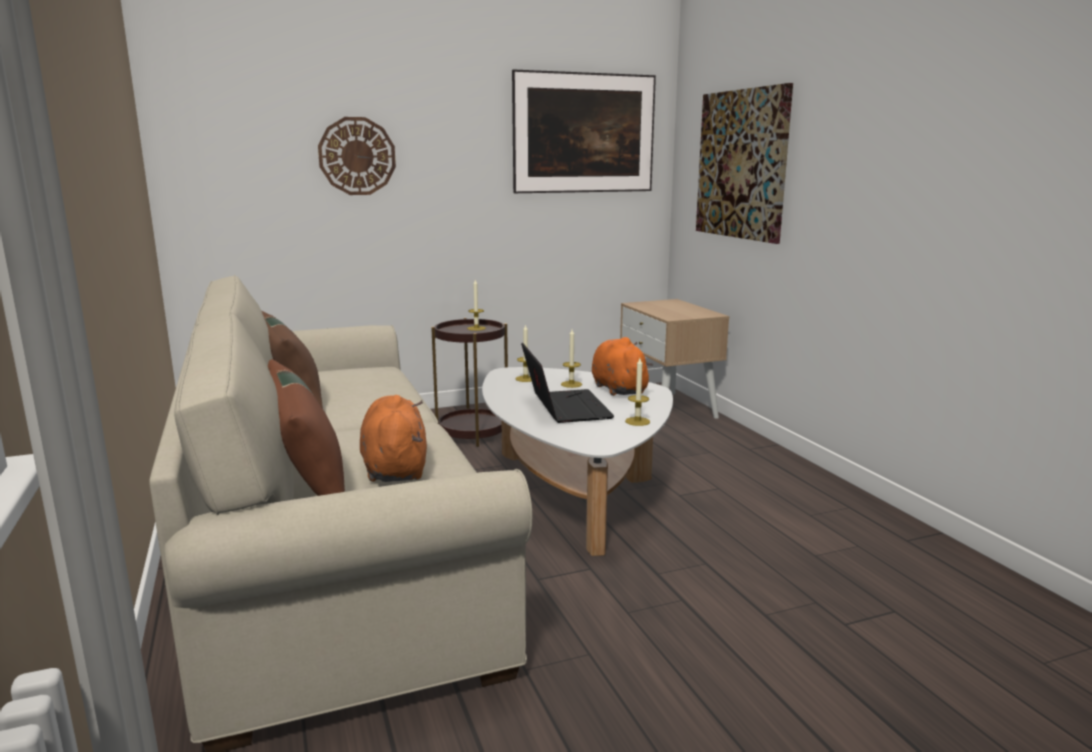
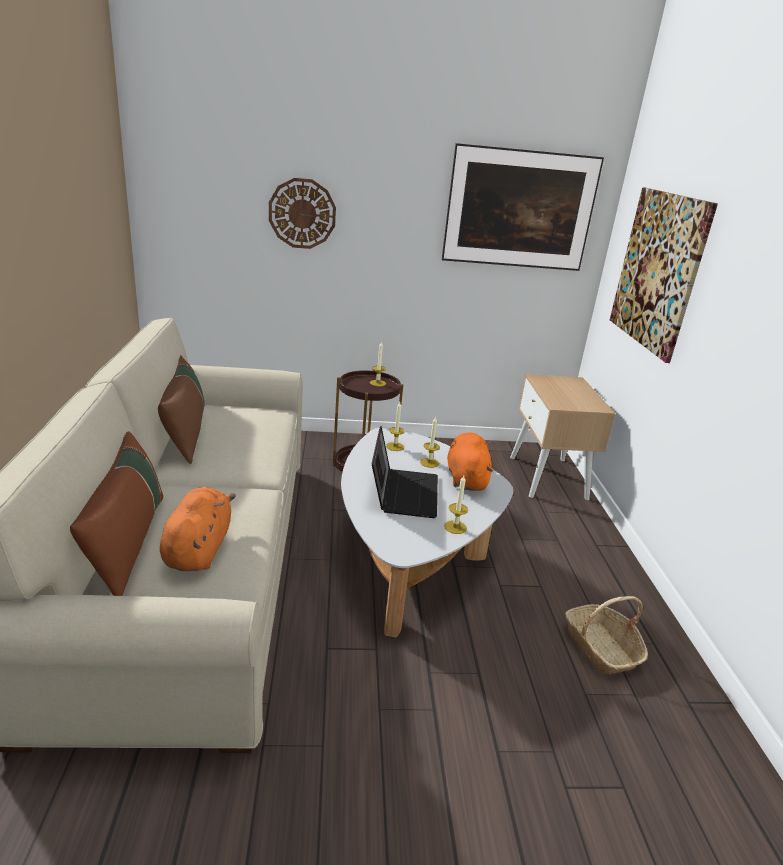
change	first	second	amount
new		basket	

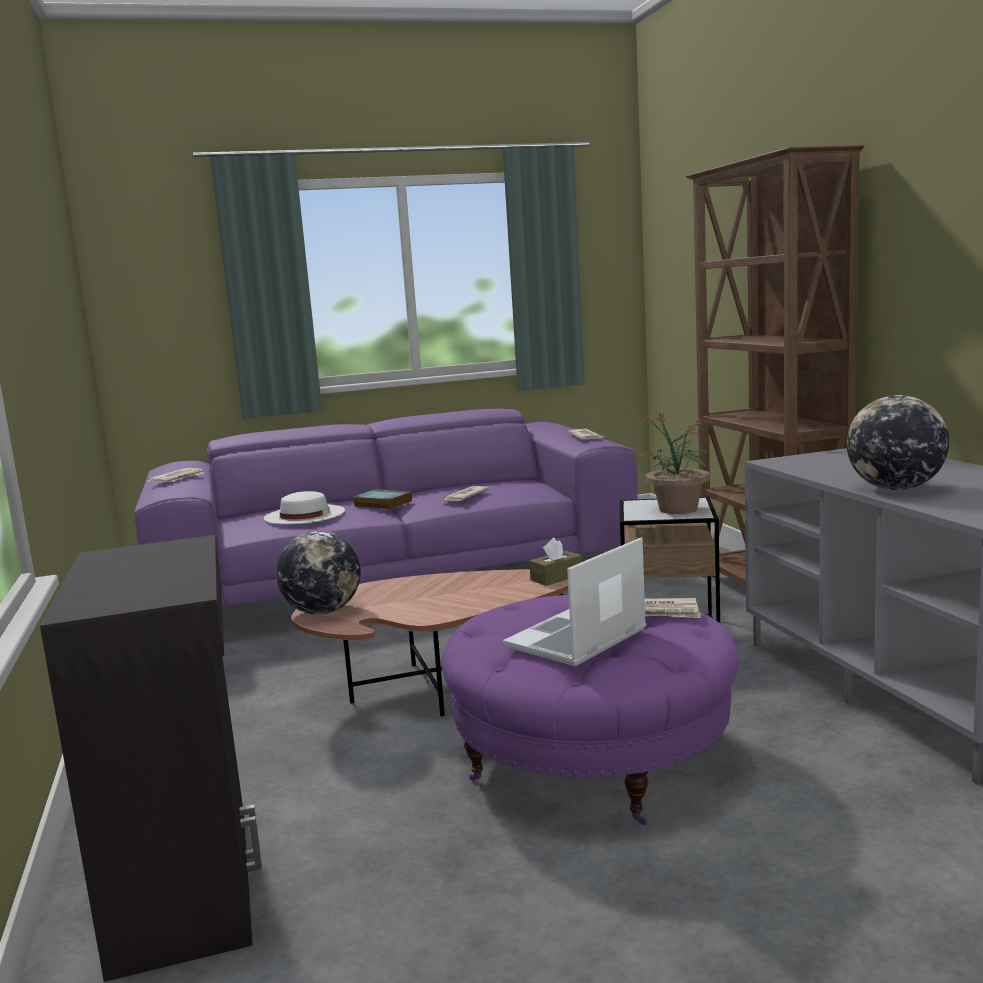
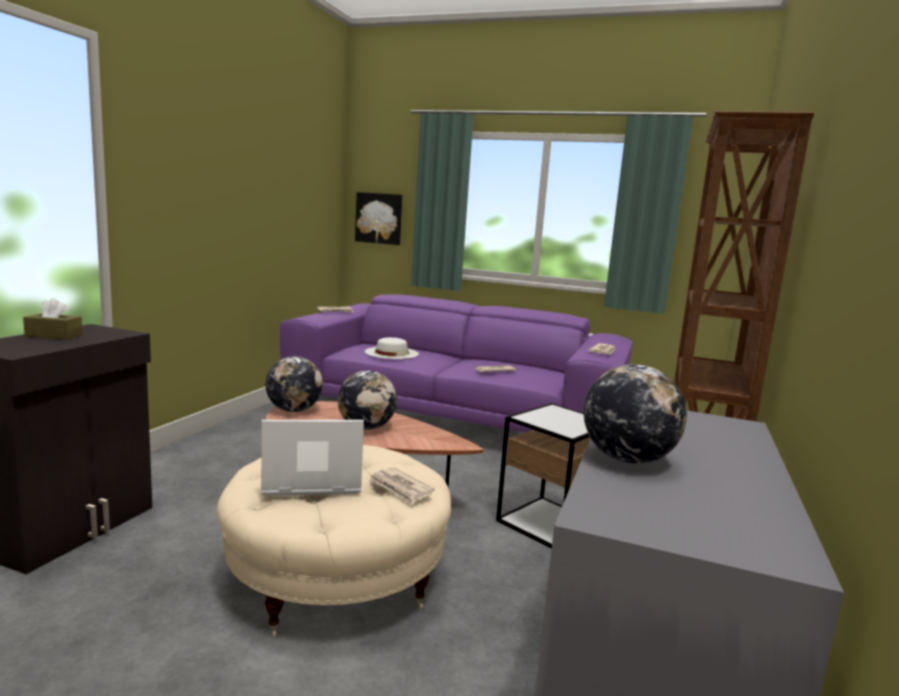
change	first	second	amount
gone	bound book		
gone	potted plant		
new		world globe (no. 2 from left)	
new		wall picture	
shifted	box of tissues (brownish)		
repainted	pouffe (purplish)	pouffe (beige-coloured)	

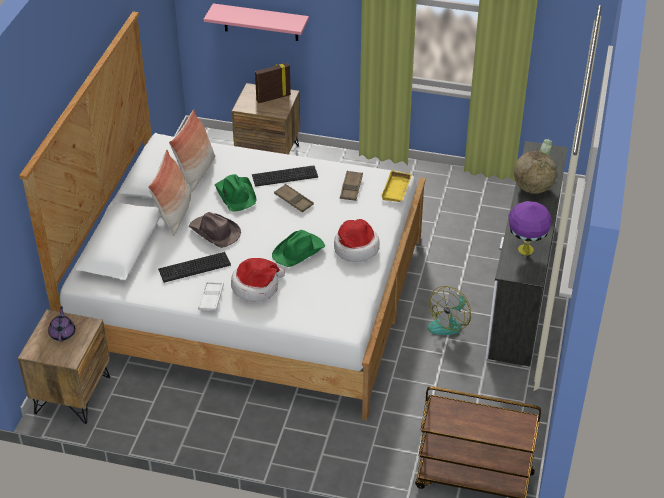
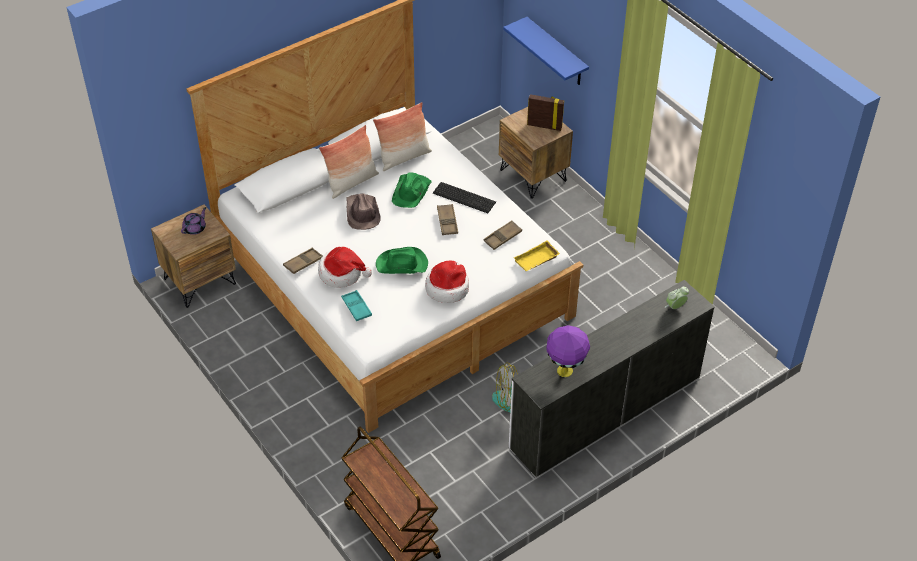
change	first	second	amount
gone	PC keyboard (no. 1 from left)		
gone	world globe		
new		serving tray (turquoise-coloured)	
repainted	serving tray (white-coloured)	serving tray (brownish) (no. 1 from left)	
repainted	shelf (pink)	shelf (blue)	

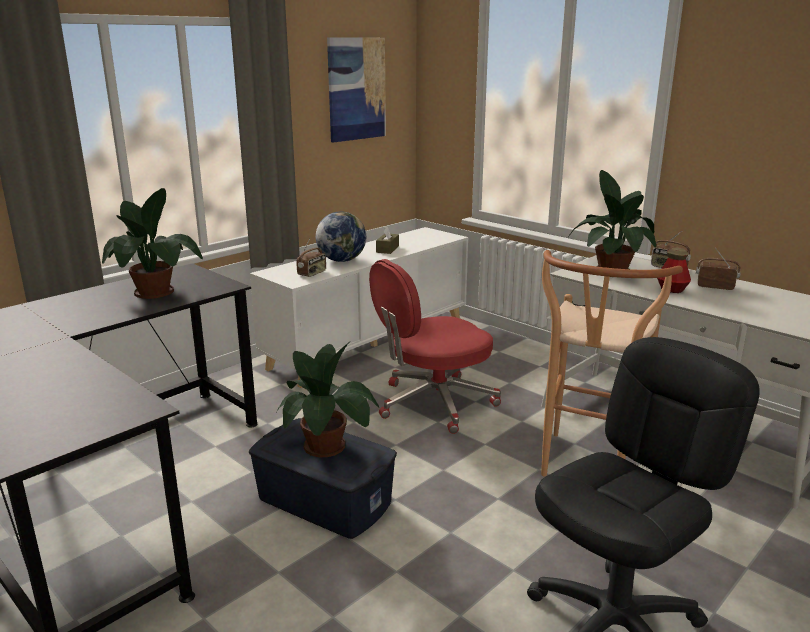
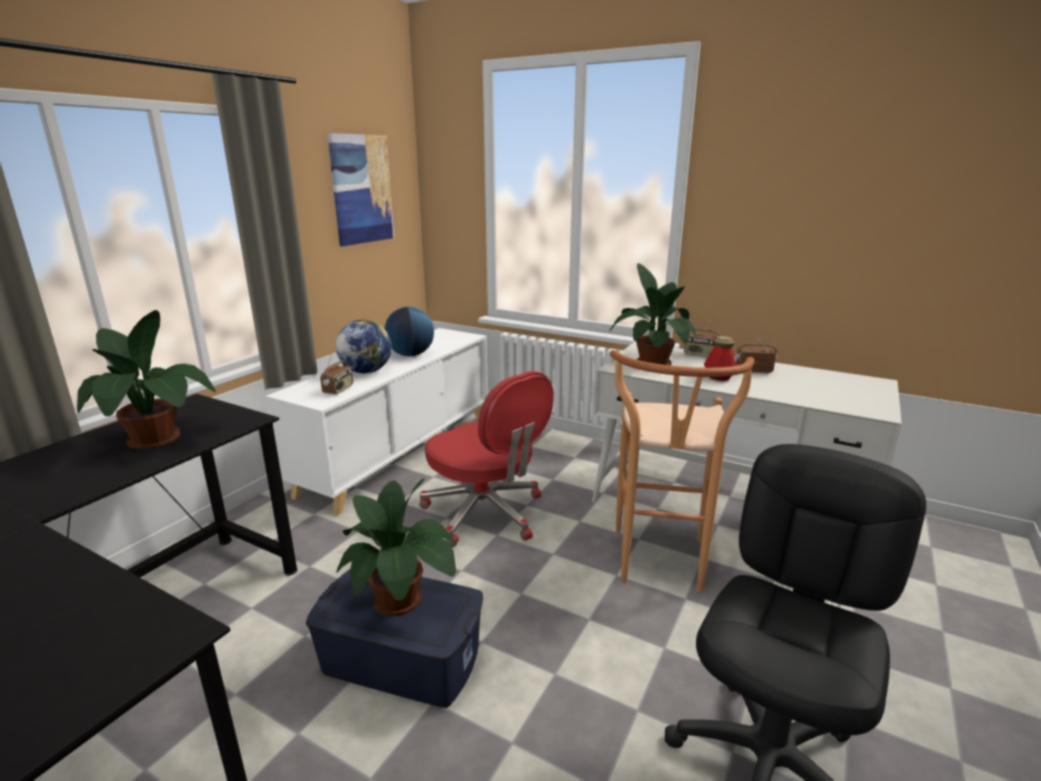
change	first	second	amount
swapped	box of tissues (brownish)	world globe (no. 2 from left)	
rotated	computer chair (red-coloured)		90 degrees counterclockwise

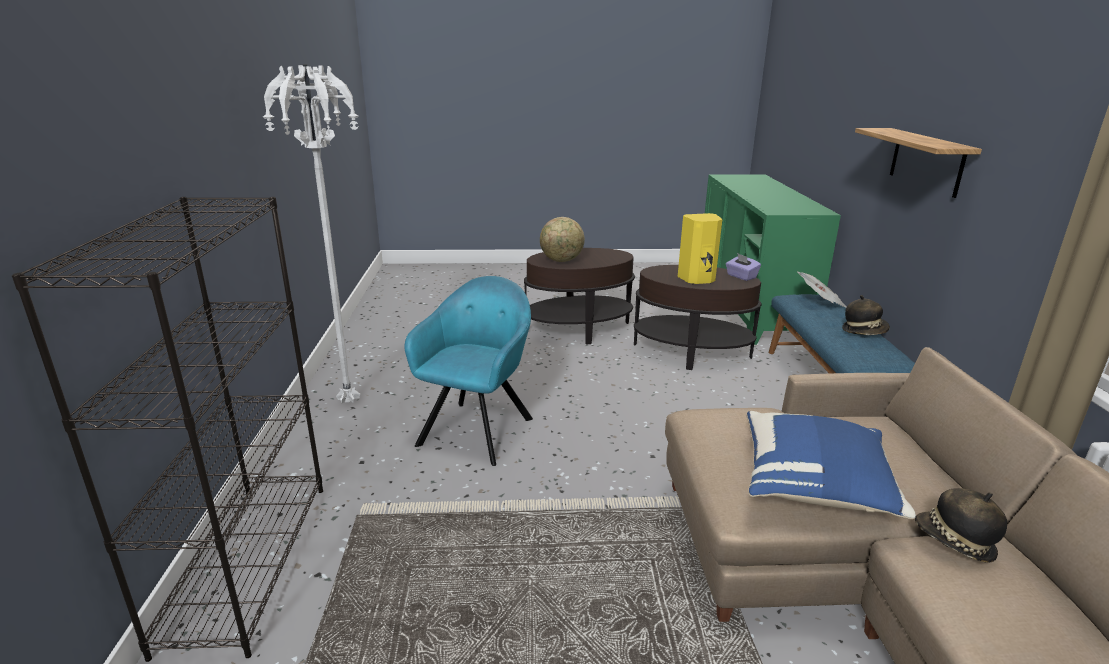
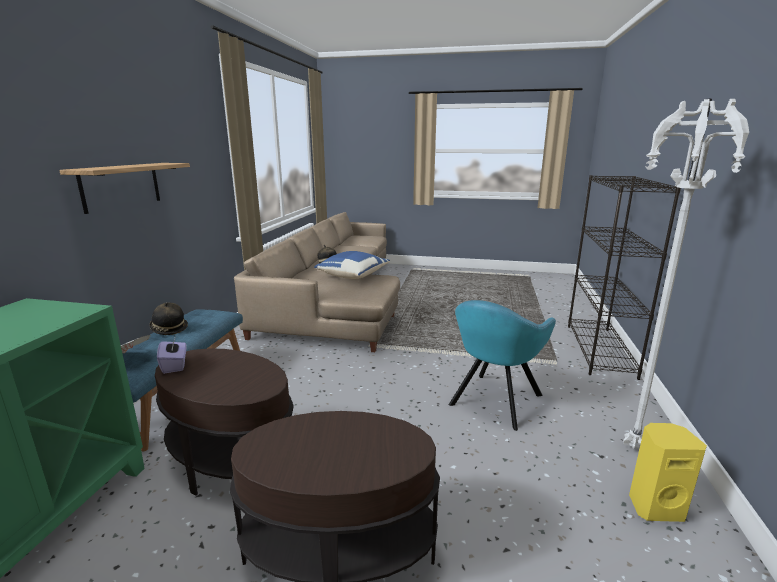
change	first	second	amount
gone	world globe		
shifted	audio speaker (yellow-coloured)		

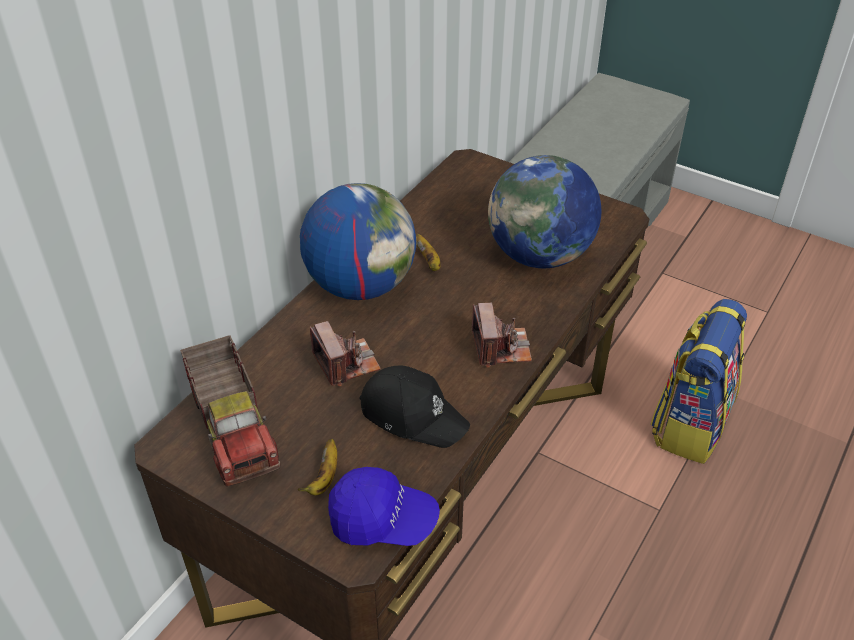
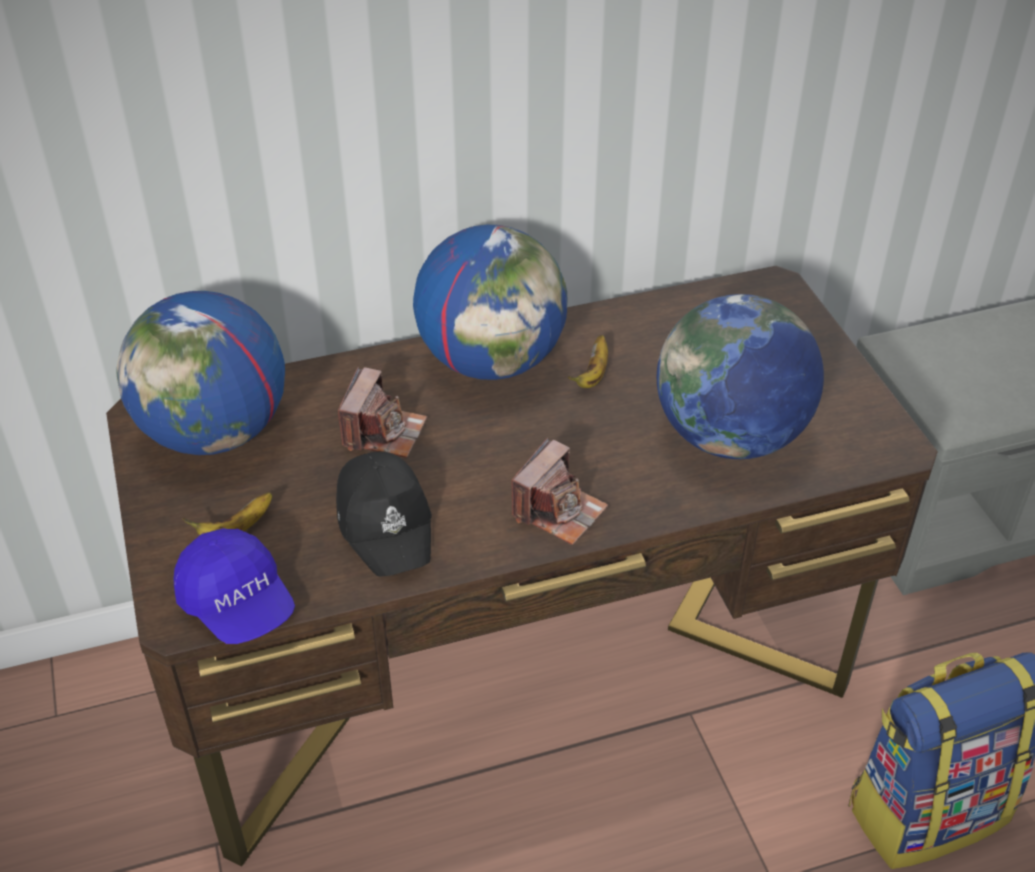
change	first	second	amount
swapped	toy truck	world globe (no. 1 from left)	

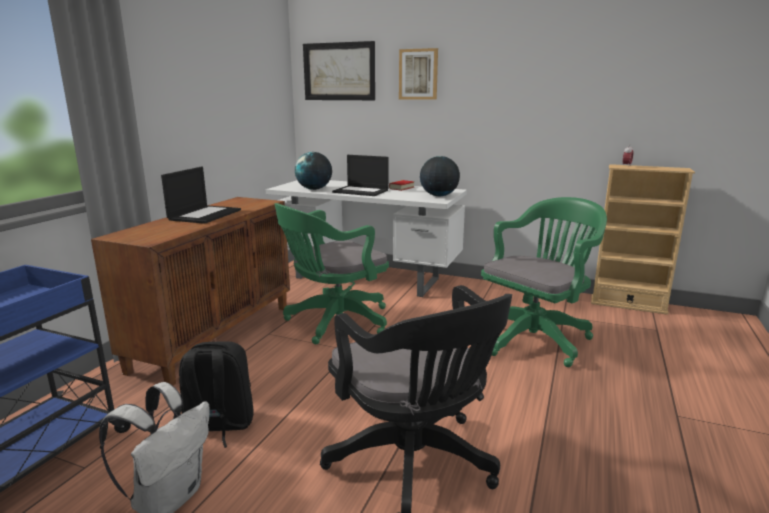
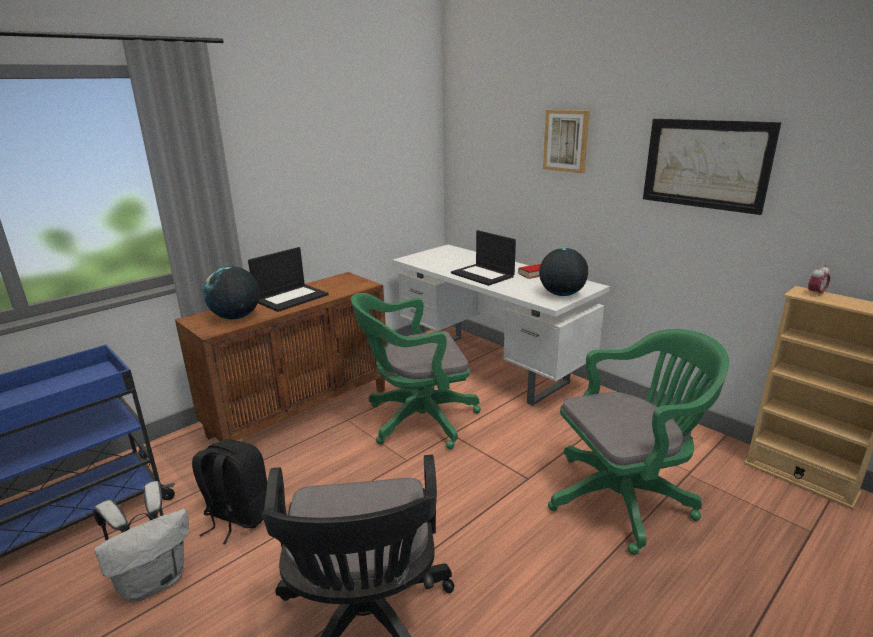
change	first	second	amount
shifted	world globe (no. 1 from left)		
shifted	wall picture (no. 1 from left in the first image)	wall picture (no. 2 from left)	

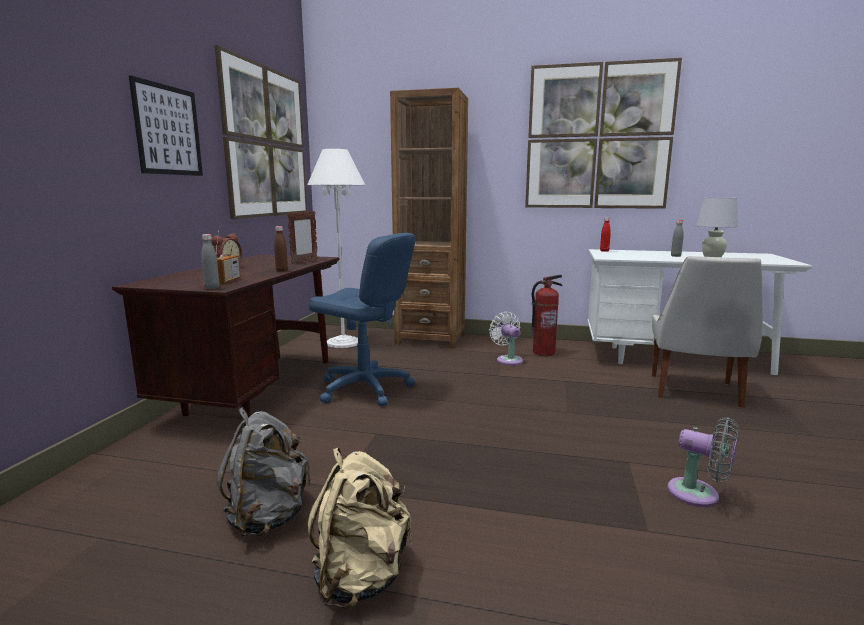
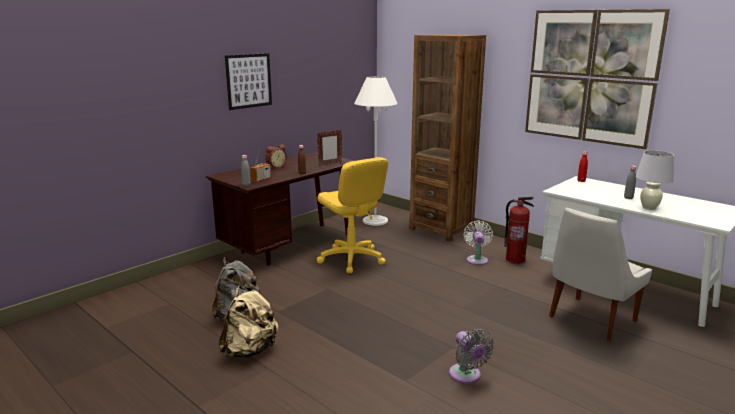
change	first	second	amount
gone	wall picture (no. 2 from left)		
repainted	computer chair (blue)	computer chair (yellow-coloured)	

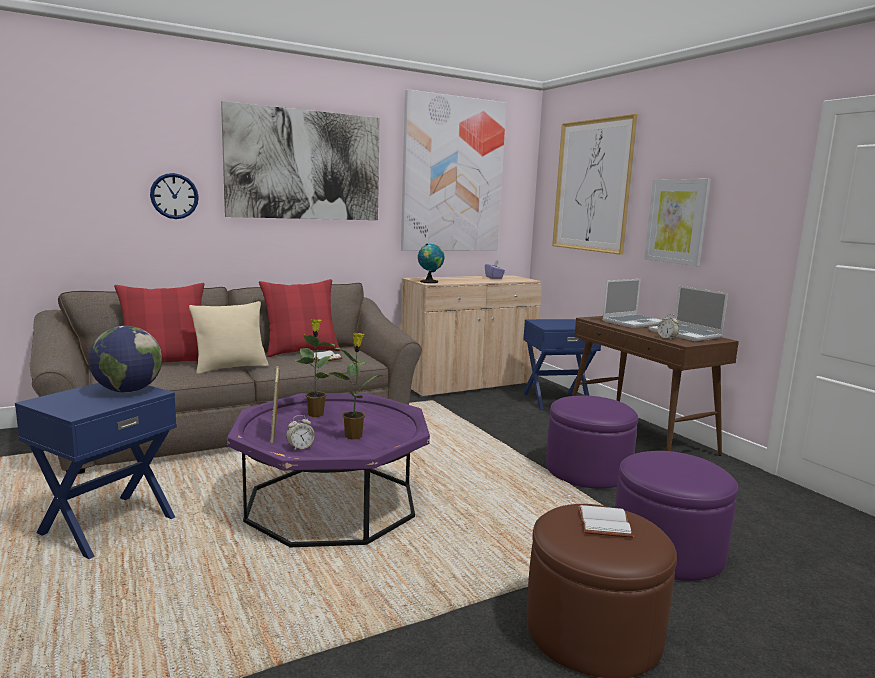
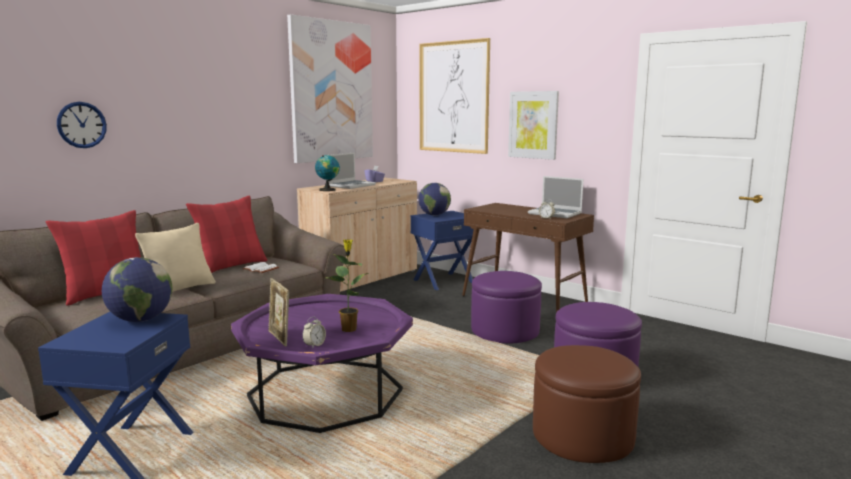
change	first	second	amount
gone	wall picture (no. 1 from left)		
gone	potted plant (no. 1 from left)		
gone	bound book (white-coloured) (no. 2 from left)		
new		world globe (no. 3 from left)	
shifted	portable computer (no. 1 from left)		

